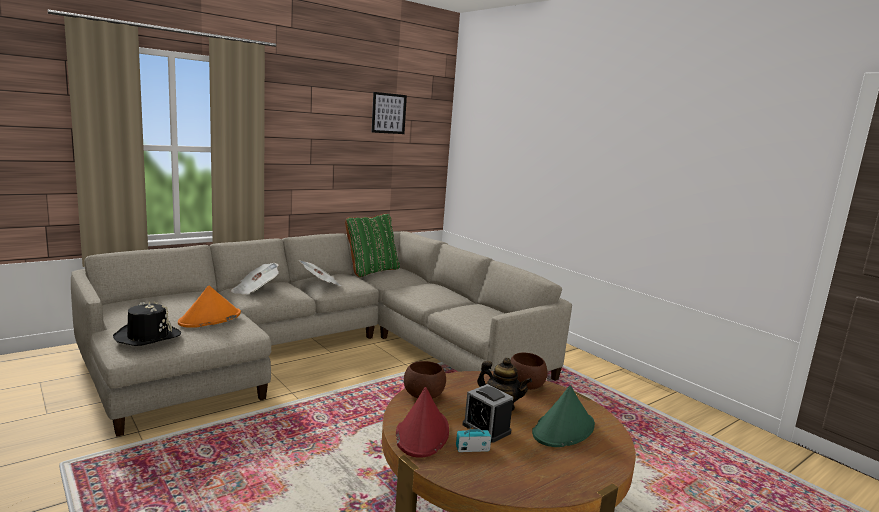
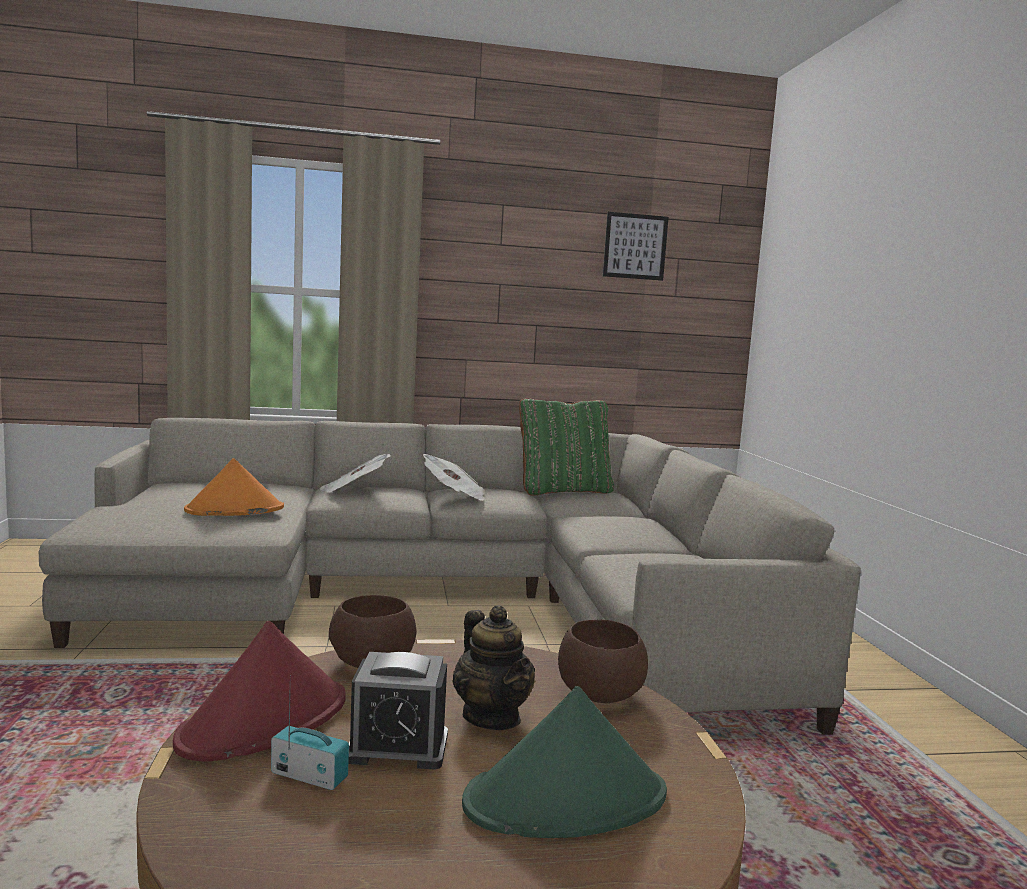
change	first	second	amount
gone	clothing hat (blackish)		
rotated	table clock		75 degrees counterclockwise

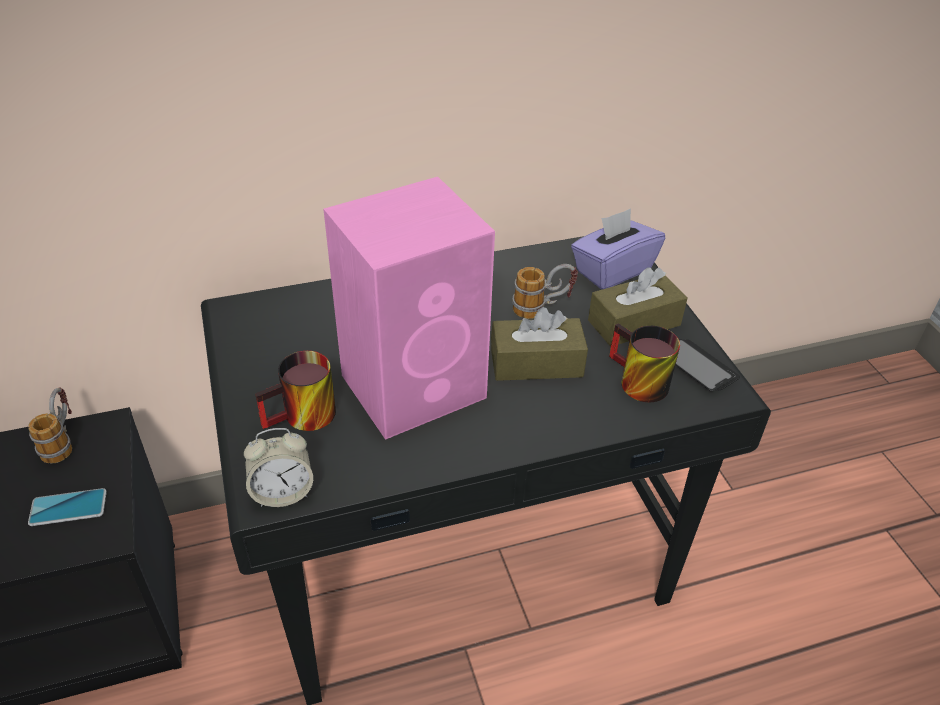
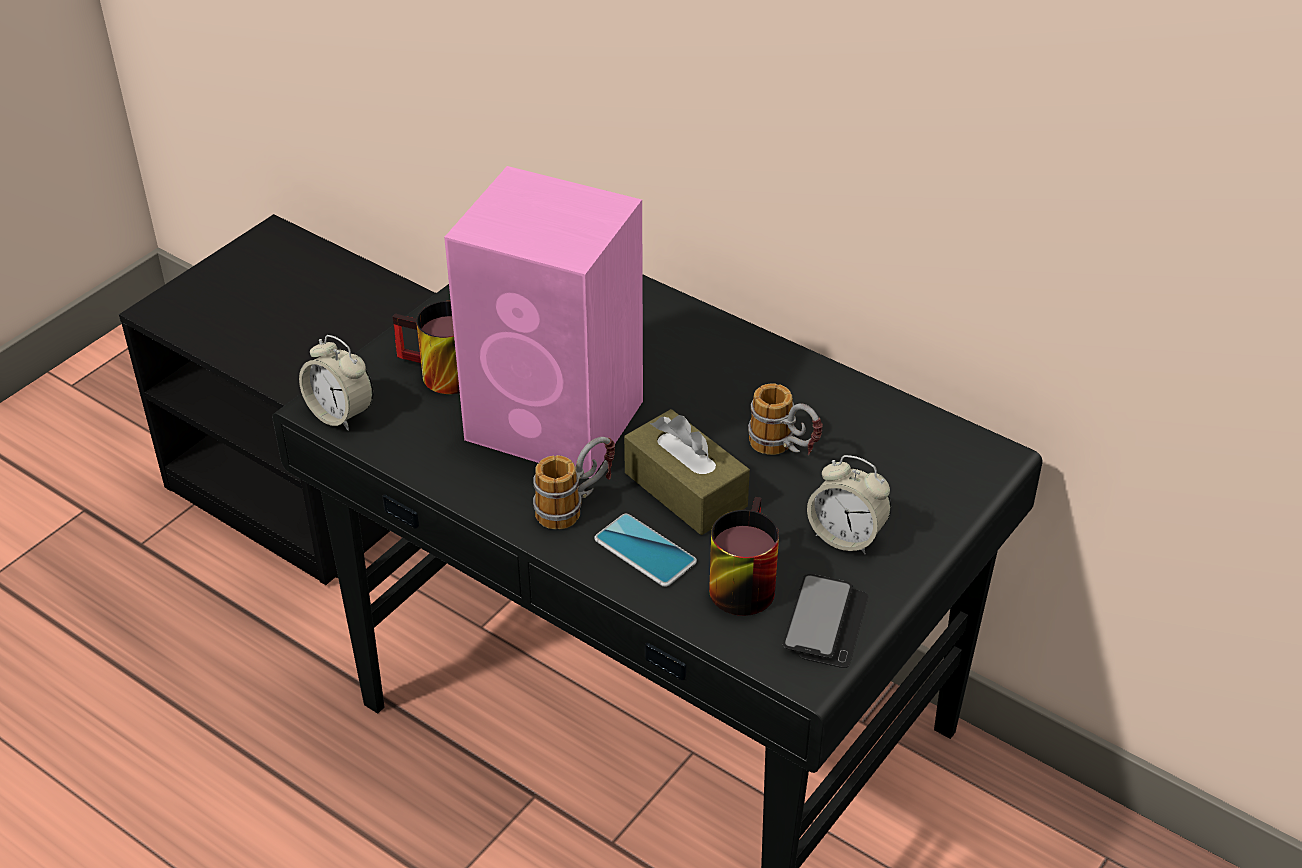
change	first	second	amount
gone	box of tissues (purplish)		
shifted	mug (no. 1 from left in the first image)	mug (no. 2 from left)	
shifted	telephone (no. 1 from left)		
swapped	box of tissues (brownish) (no. 2 from left)	table clock (no. 2 from left)	

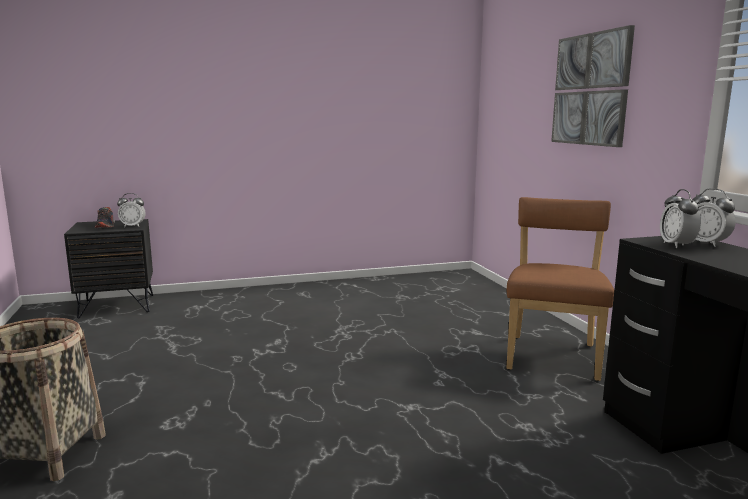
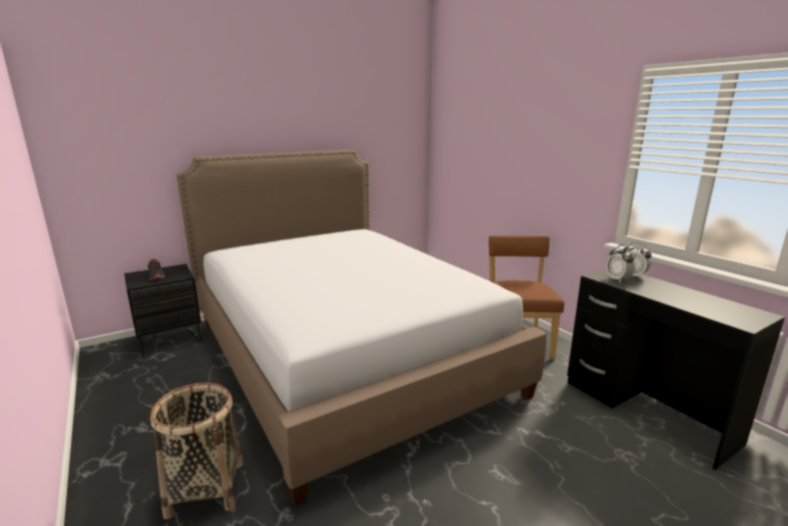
change	first	second	amount
gone	table clock (no. 1 from left)		
gone	wall picture		
new		sleeping bed	

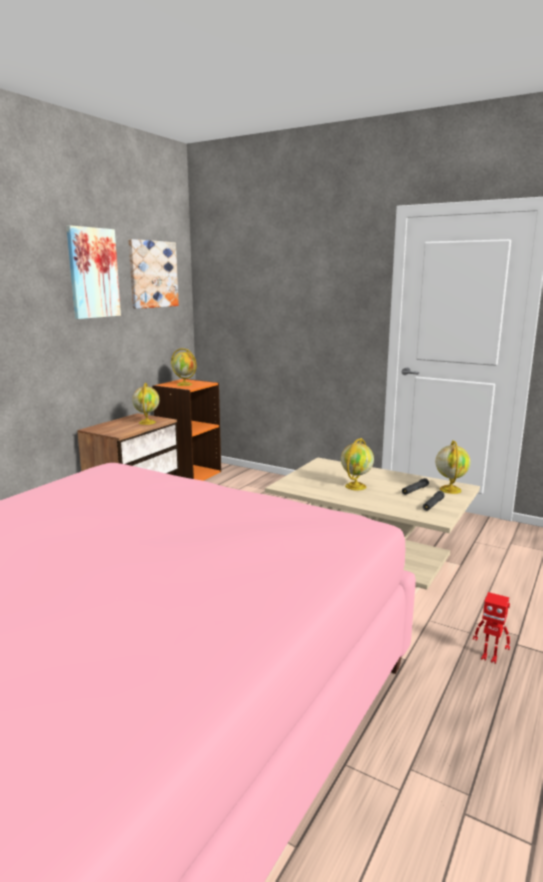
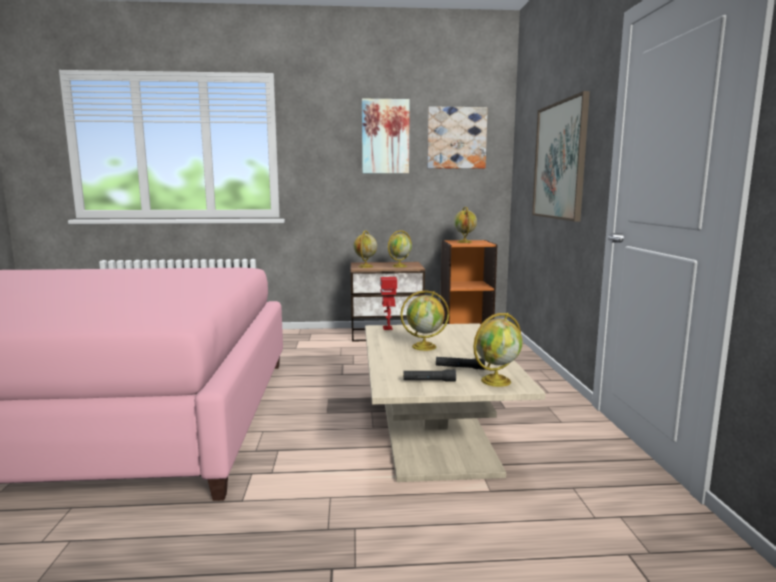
change	first	second	amount
new		world globe (no. 1 from left)	
new		wall picture (no. 3 from left)	
shifted	model robot		

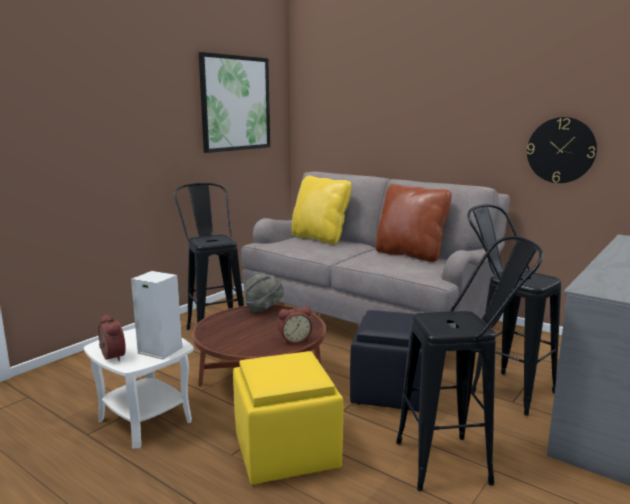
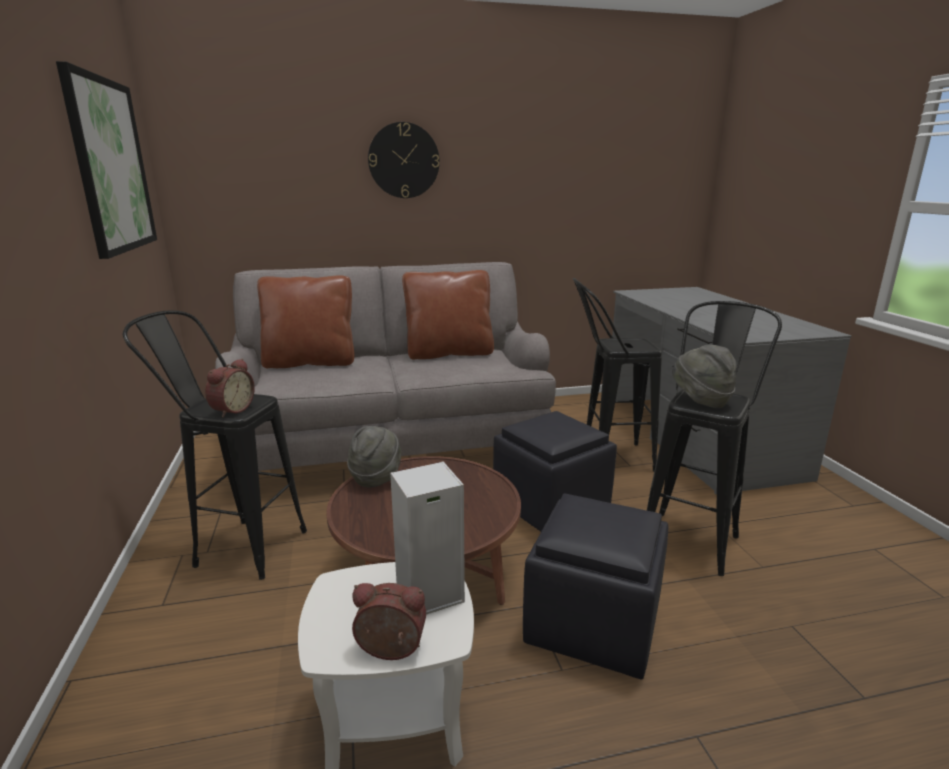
change	first	second	amount
new		clothing hat (grey) (no. 2 from left)	
shifted	table clock (no. 2 from left in the first image)	table clock (no. 1 from left)	
shifted	wall clock		
repainted	pouffe (yellow-coloured)	pouffe (blackish) (no. 2 from left)	
repainted	throw pillow (yellow-coloured)	throw pillow (brownish) (no. 1 from left)	

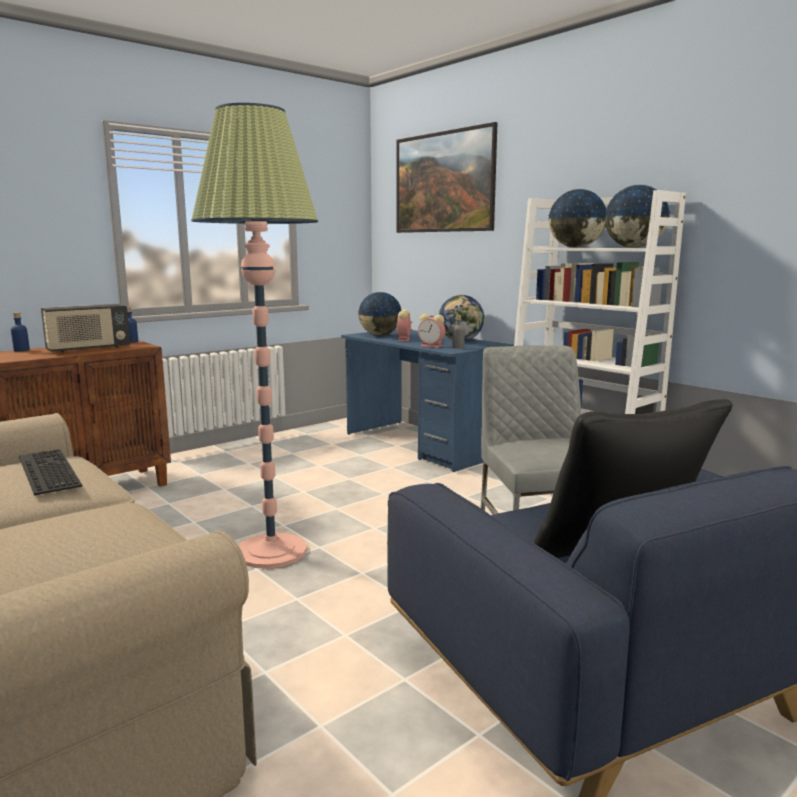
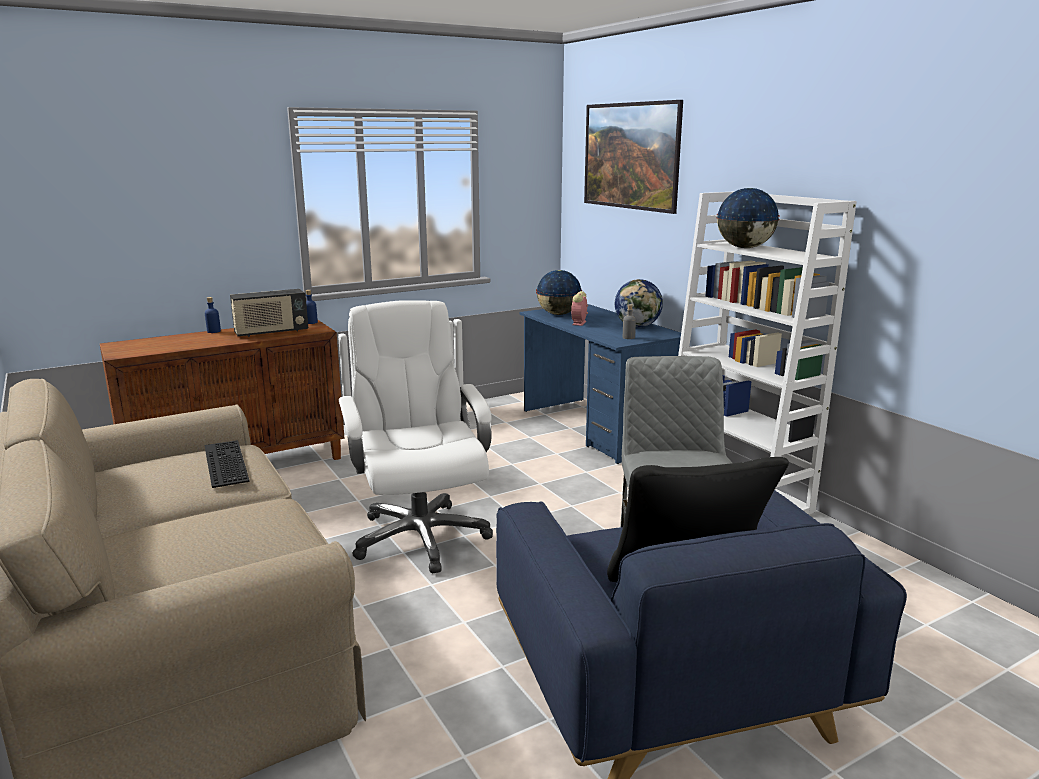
change	first	second	amount
gone	table clock (no. 2 from left)		
gone	world globe (no. 4 from left)		
swapped	floor lamp	computer chair (white-coloured)	

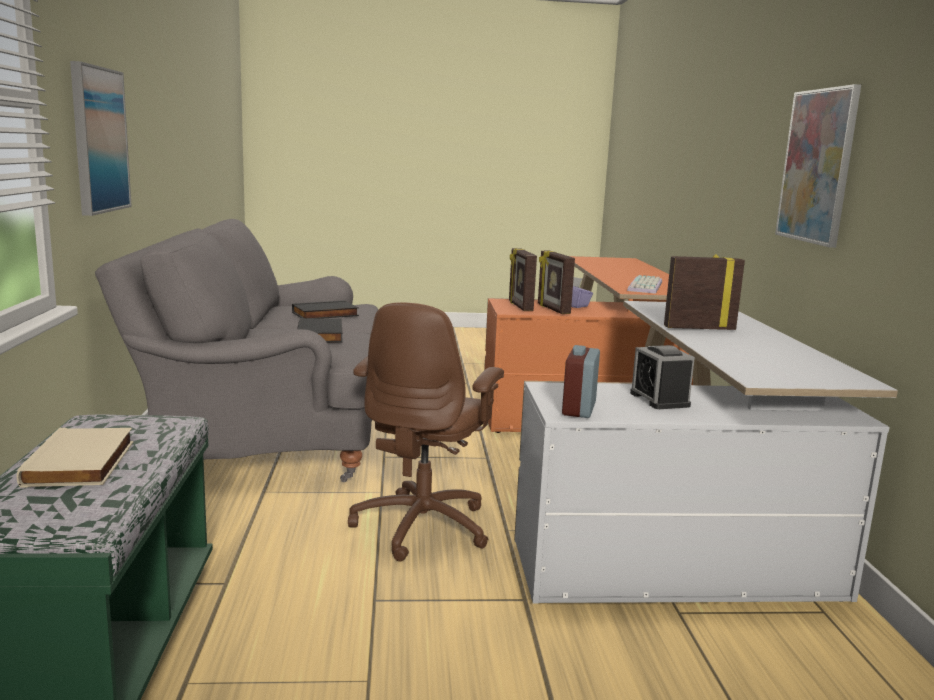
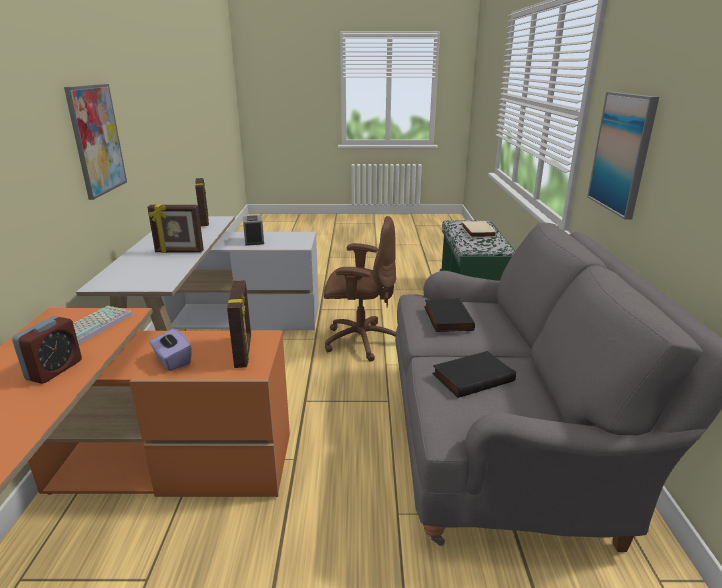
change	first	second	amount
shifted	photo frame (no. 2 from left)		
shifted	table clock (no. 1 from left)		
rotated	computer chair (brownish)		75 degrees clockwise

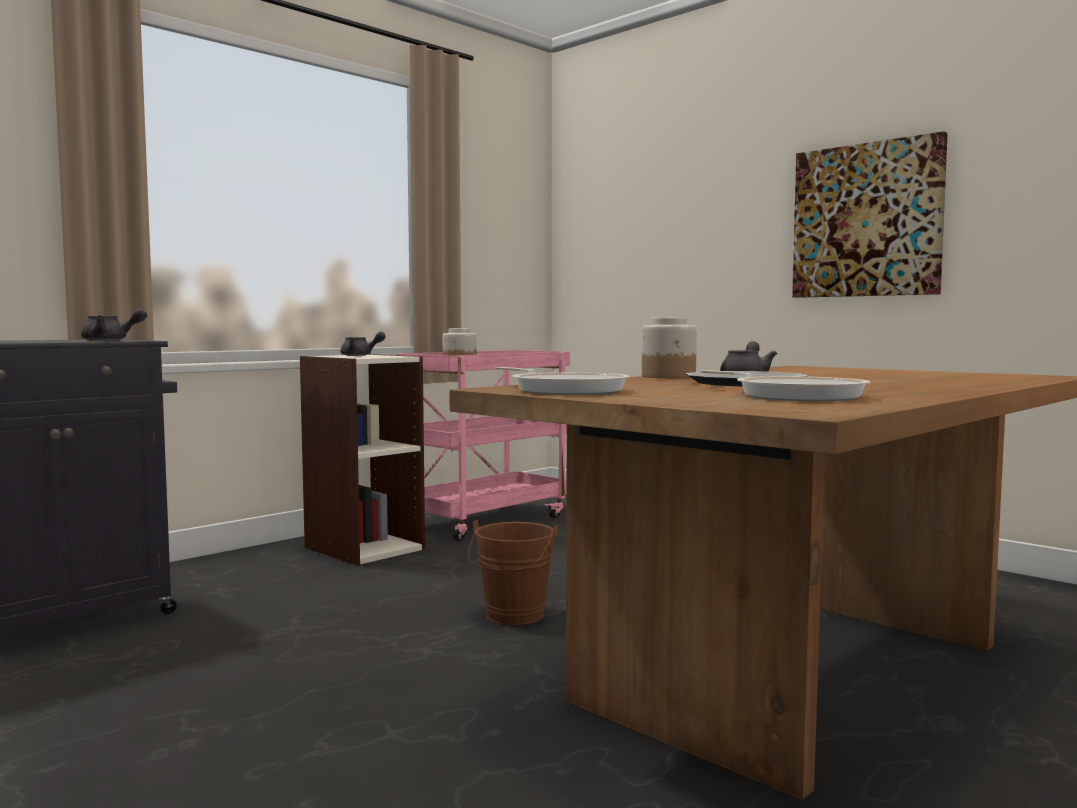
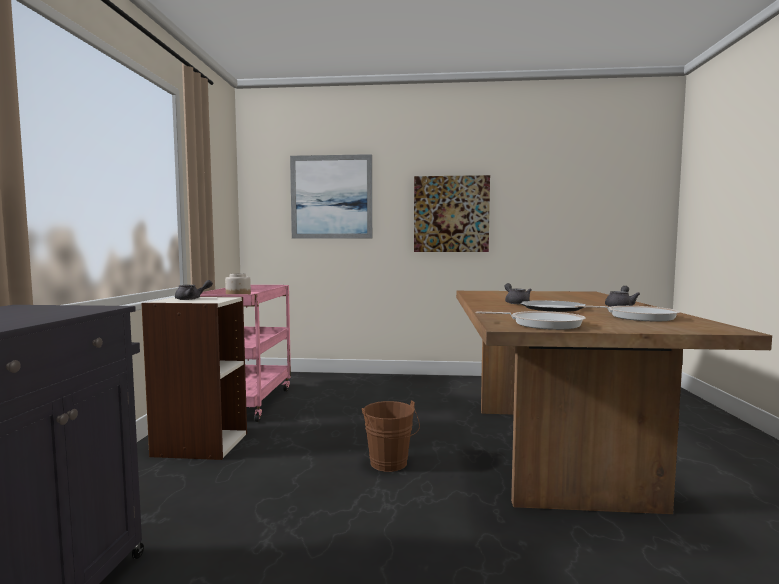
change	first	second	amount
gone	jar (no. 2 from left)		
new		wall picture (no. 1 from left)	
shifted	tea pot (grey) (no. 1 from left in the first image)	tea pot (grey) (no. 3 from left)	

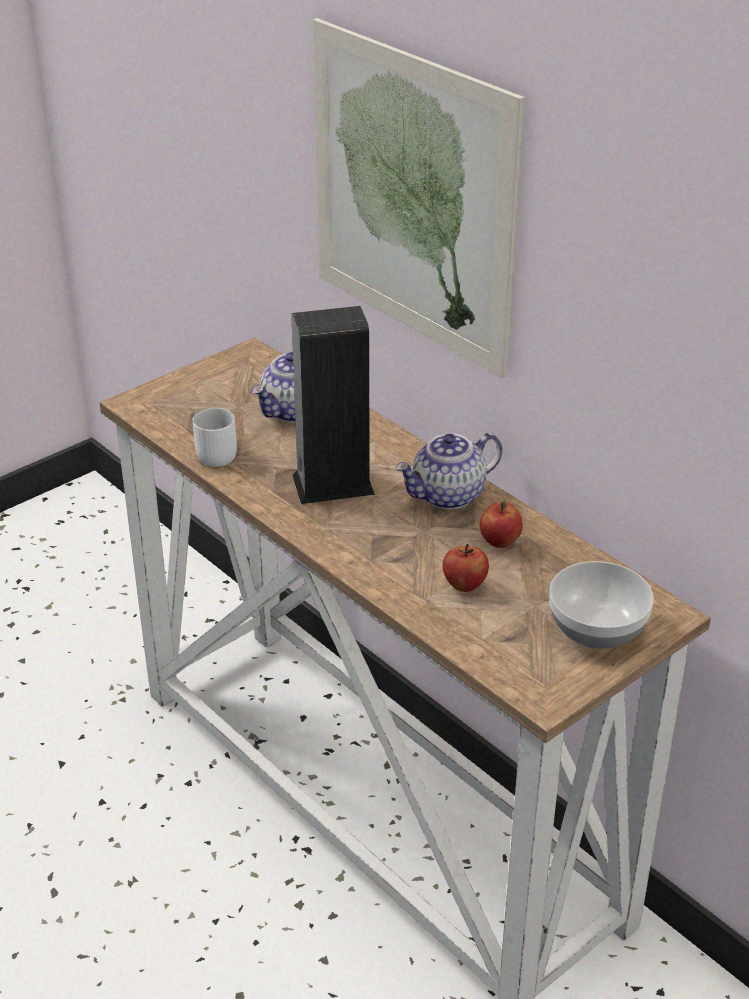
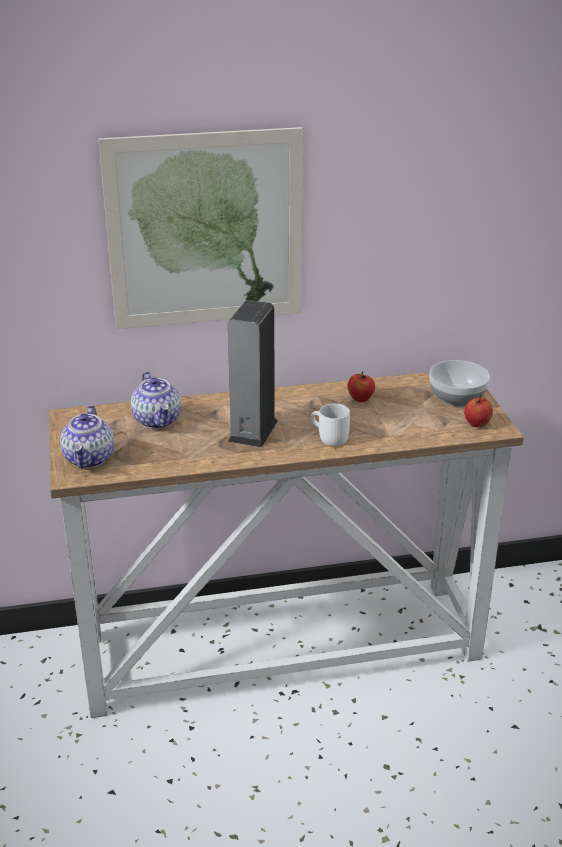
change	first	second	amount
shifted	mug (white-coloured)		
shifted	tea pot (no. 2 from left in the first image)	tea pot (no. 1 from left)	
shifted	apple fruit (no. 1 from left in the first image)	apple fruit (no. 2 from left)	

